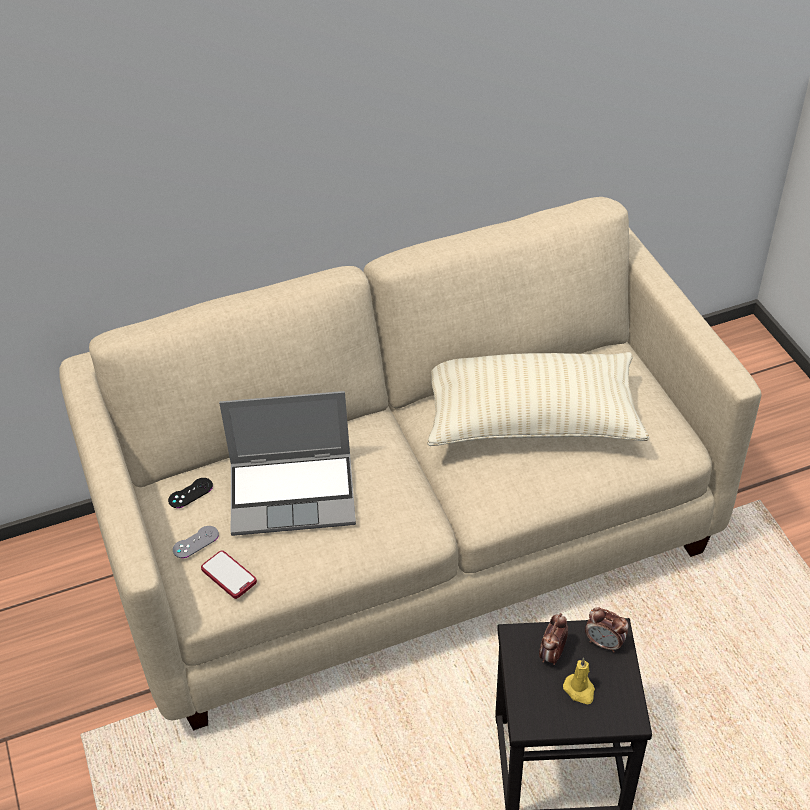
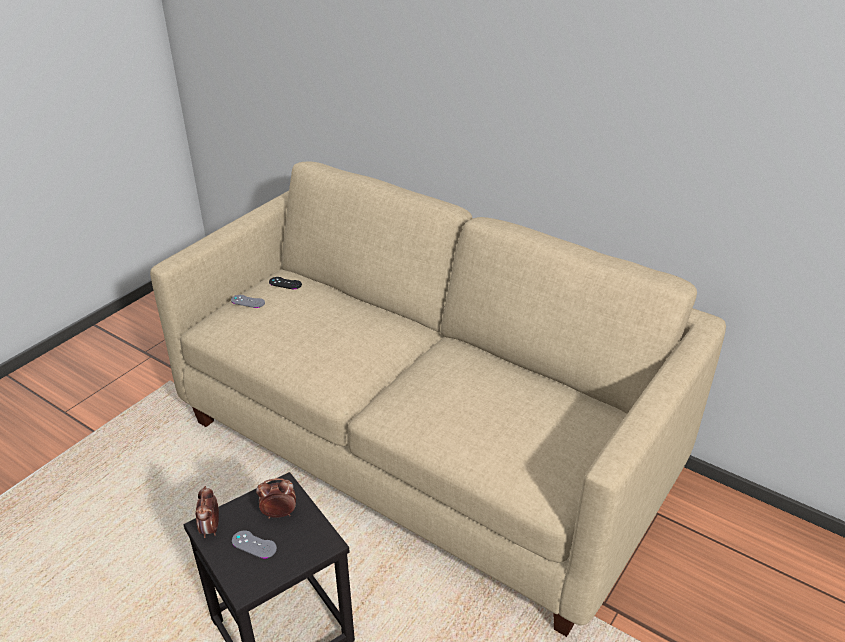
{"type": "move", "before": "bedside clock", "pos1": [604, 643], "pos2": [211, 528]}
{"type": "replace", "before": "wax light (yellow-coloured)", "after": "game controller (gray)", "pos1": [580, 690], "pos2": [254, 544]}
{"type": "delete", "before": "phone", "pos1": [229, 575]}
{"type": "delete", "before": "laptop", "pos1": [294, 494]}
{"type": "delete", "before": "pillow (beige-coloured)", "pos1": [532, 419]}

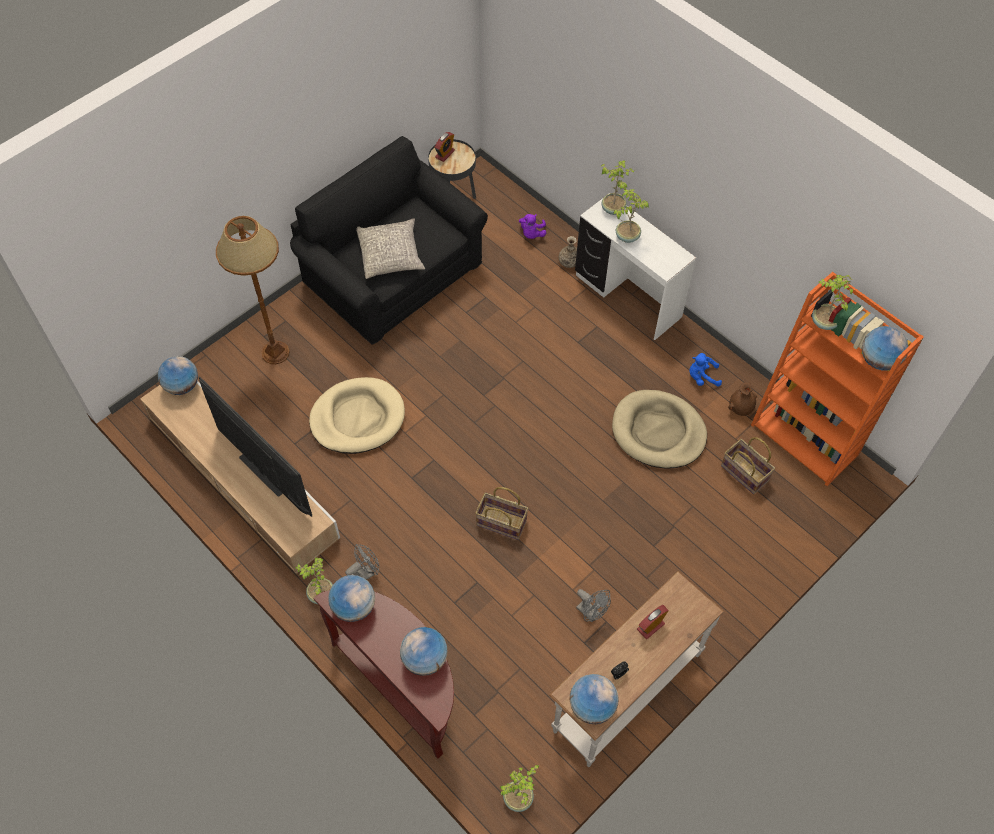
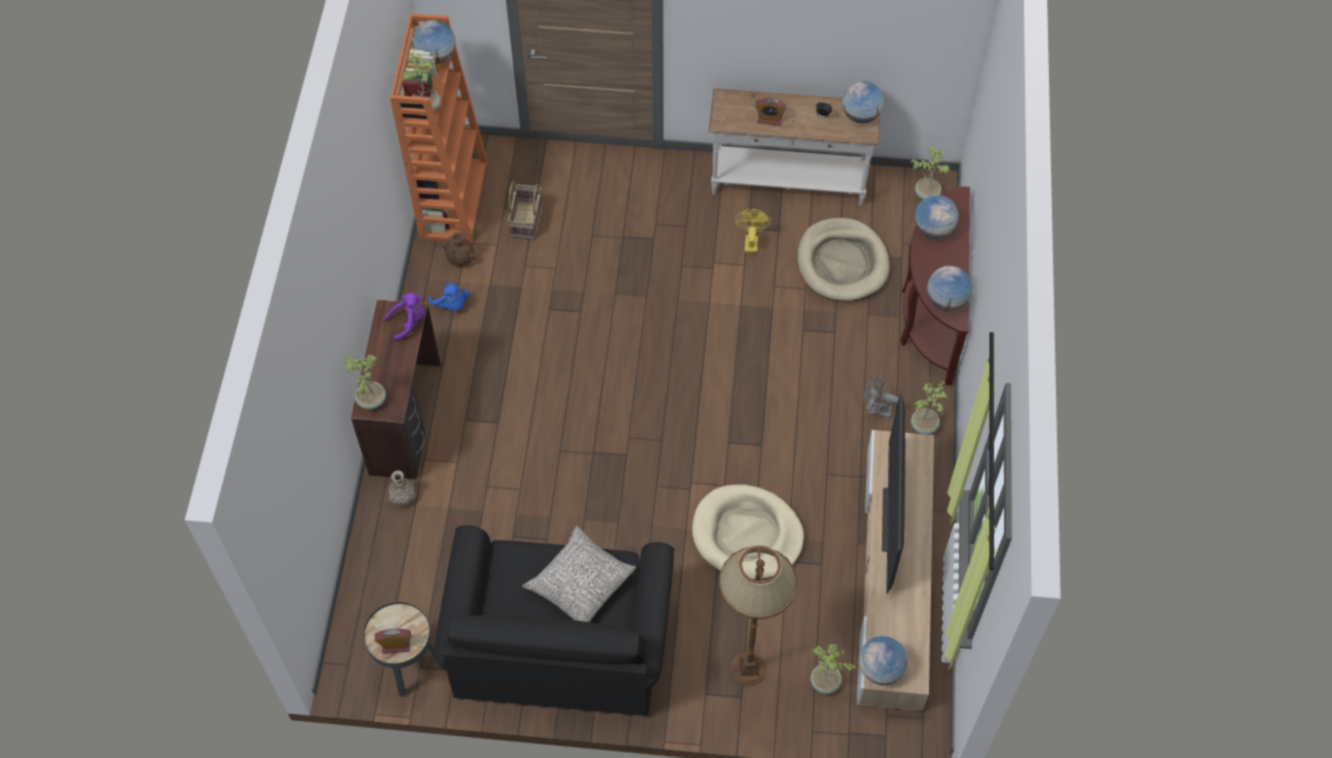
{"type": "recolor", "before": "desk (white)", "after": "desk (brown)", "pos1": [627, 297], "pos2": [406, 419]}
{"type": "move", "before": "plush toy (purple-coloured)", "pos1": [531, 234], "pos2": [409, 322]}
{"type": "recolor", "before": "fan (gray)", "after": "fan (yellow-coloured)", "pos1": [591, 613], "pos2": [751, 241]}
{"type": "move", "before": "pet bed (beige-coloured)", "pos1": [658, 432], "pos2": [842, 263]}
{"type": "move", "before": "potted plant", "pos1": [626, 236], "pos2": [825, 683]}
{"type": "delete", "before": "storage basket", "pos1": [501, 523]}

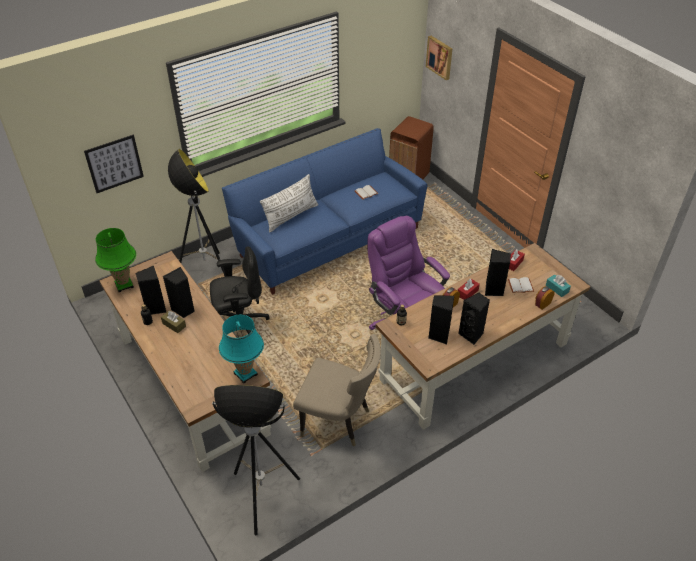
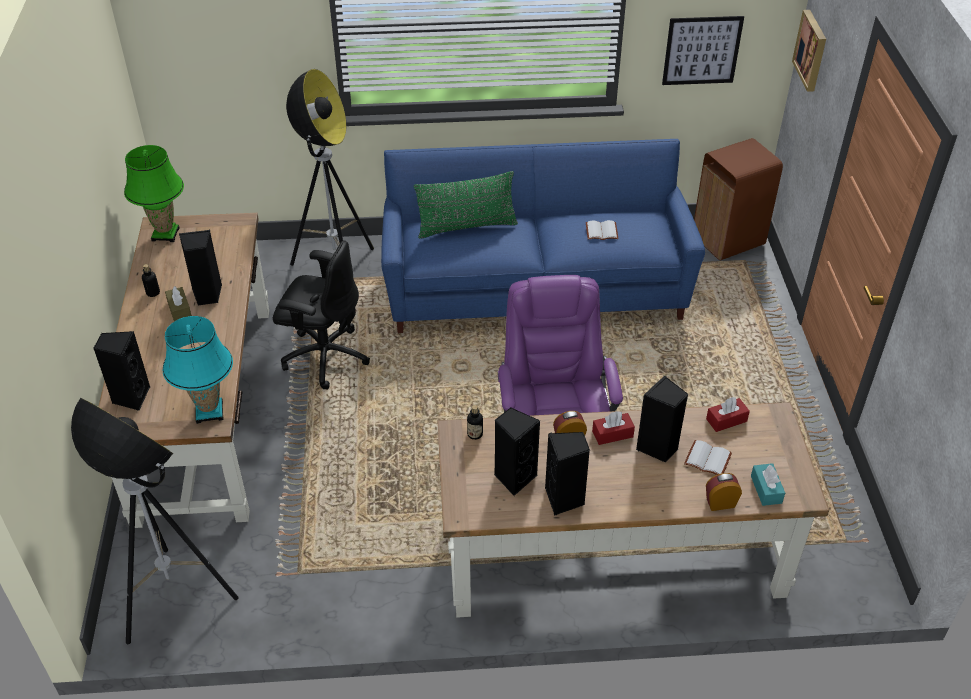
{"type": "move", "before": "loudspeaker (blackish)", "pos1": [155, 308], "pos2": [131, 397]}
{"type": "recolor", "before": "pillow (white)", "after": "pillow (green-coloured)", "pos1": [291, 216], "pos2": [466, 227]}
{"type": "move", "before": "wall art", "pos1": [114, 163], "pos2": [702, 50]}
{"type": "delete", "before": "upright chair (beige-coloured)", "pos1": [339, 421]}

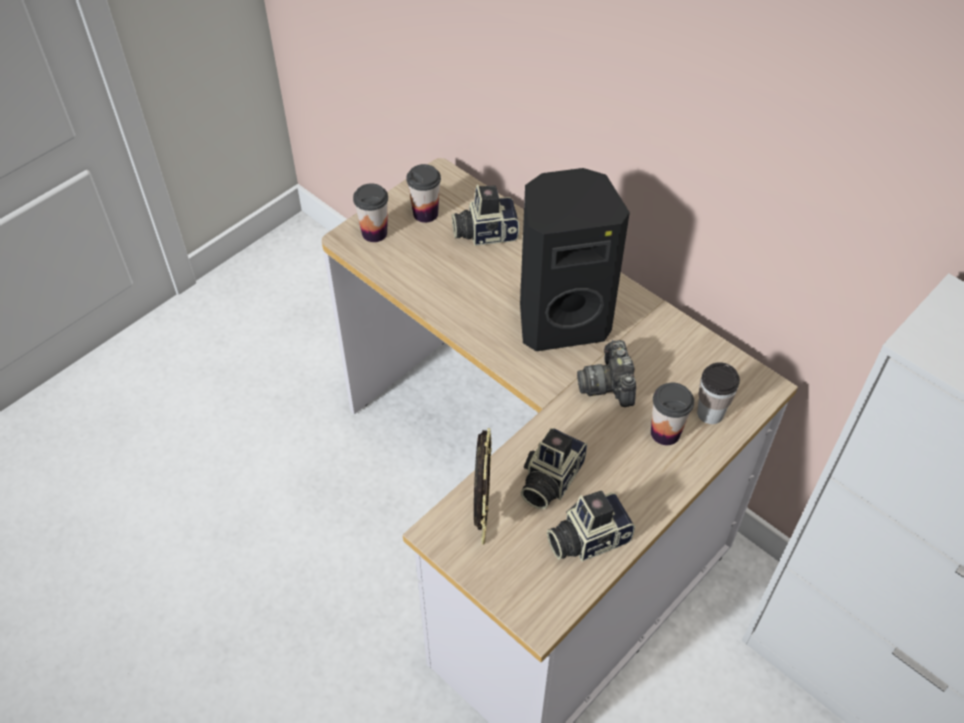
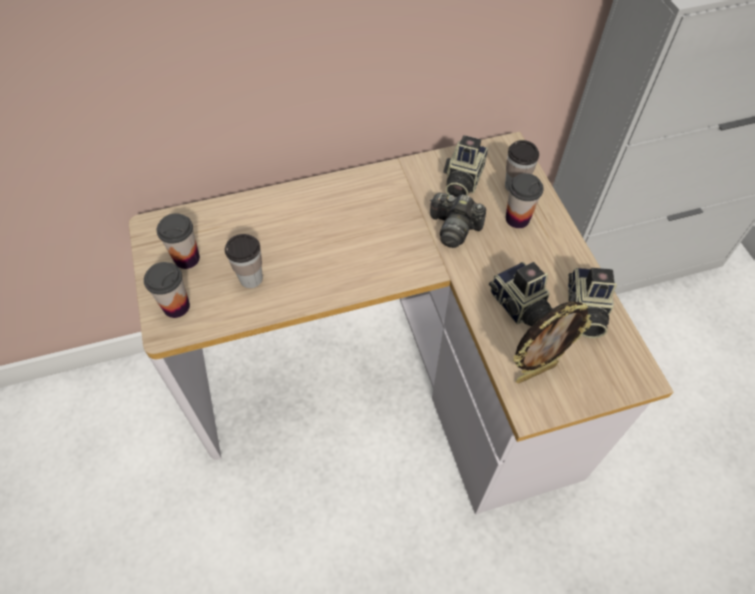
{"type": "insert", "after": "drinking cup", "pos2": [251, 278]}
{"type": "move", "before": "photo camera", "pos1": [485, 232], "pos2": [461, 181]}
{"type": "rotate", "before": "photo frame", "pos1": [482, 521], "pos2": [535, 371], "turn": 120}
{"type": "delete", "before": "loudspeaker (blackish)", "pos1": [561, 320]}

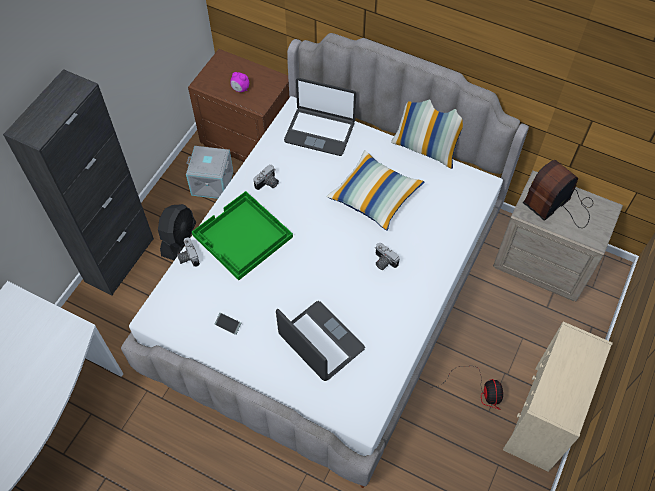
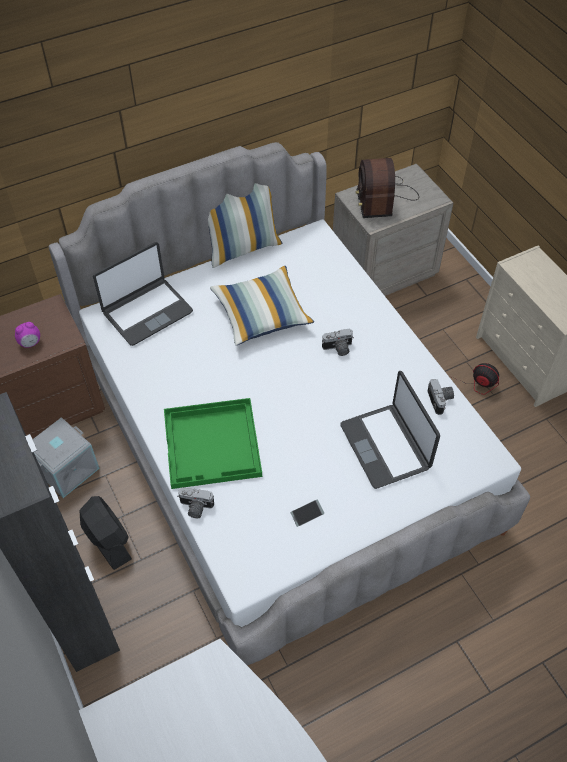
{"type": "rotate", "before": "laptop", "pos1": [320, 342], "pos2": [386, 446], "turn": -105}
{"type": "move", "before": "photo camera", "pos1": [268, 184], "pos2": [441, 400]}

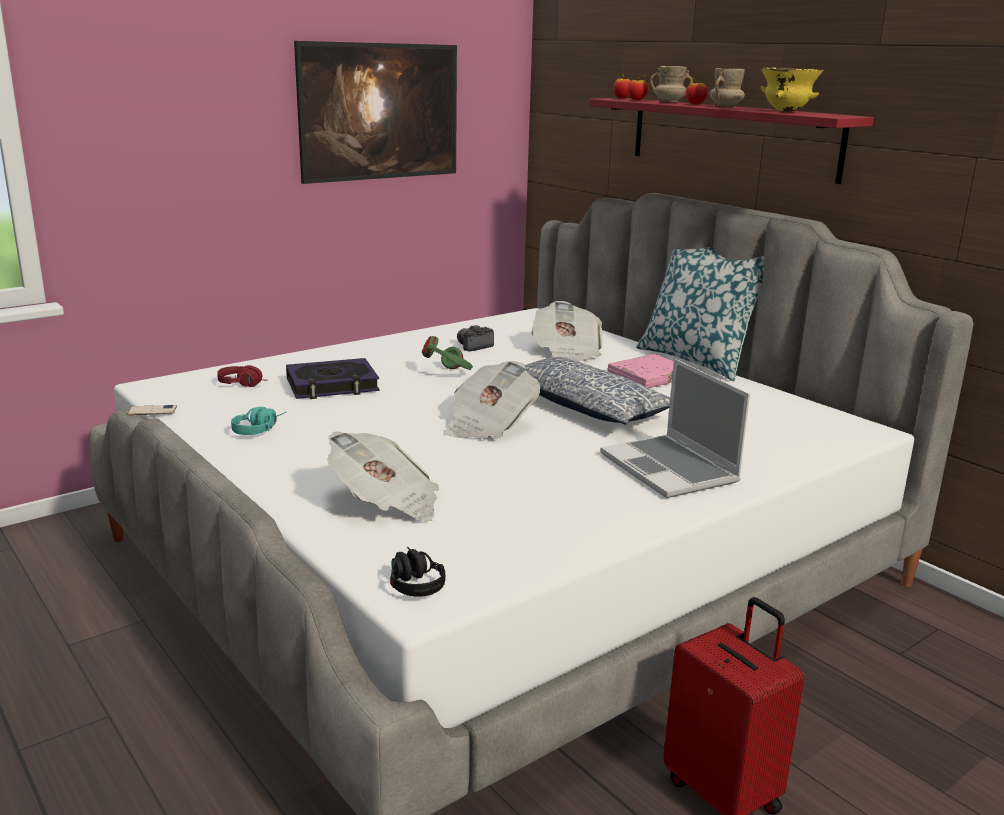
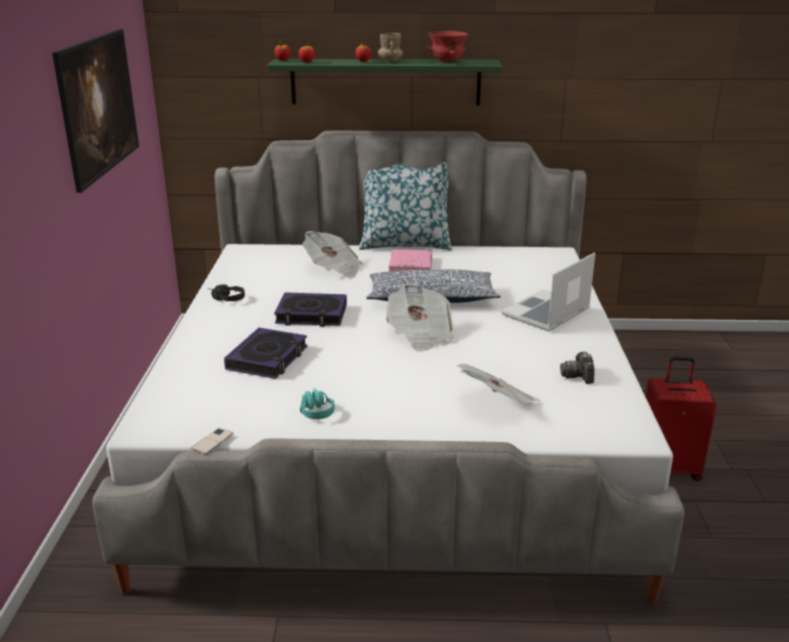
{"type": "move", "before": "headset (blackish)", "pos1": [412, 581], "pos2": [225, 299]}
{"type": "recolor", "before": "bracket shelf (red-coloured)", "after": "bracket shelf (green-coloured)", "pos1": [731, 137], "pos2": [385, 82]}
{"type": "replace", "before": "headset (green-coloured)", "after": "bound book", "pos1": [449, 374], "pos2": [311, 315]}
{"type": "recolor", "before": "bowl (yellow-coloured)", "after": "bowl (red-coloured)", "pos1": [785, 111], "pos2": [447, 62]}
{"type": "rotate", "before": "laptop", "pos1": [671, 469], "pos2": [546, 313], "turn": 120}
{"type": "move", "before": "photo camera", "pos1": [474, 346], "pos2": [578, 376]}
{"type": "delete", "before": "headset (red-coloured)", "pos1": [245, 384]}
{"type": "delete", "before": "coffee mug (beige-coloured)", "pos1": [669, 102]}

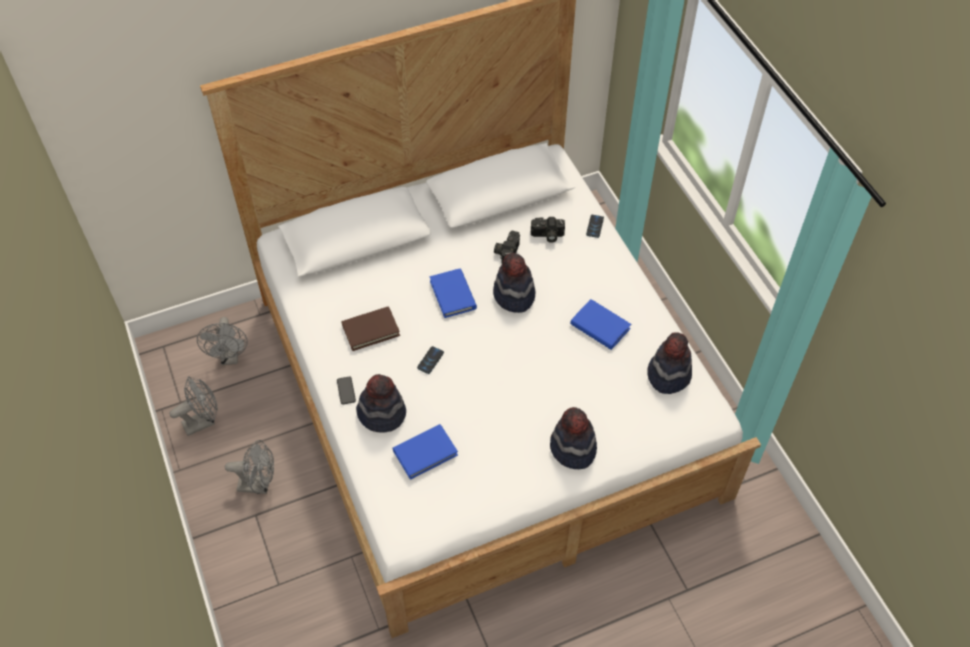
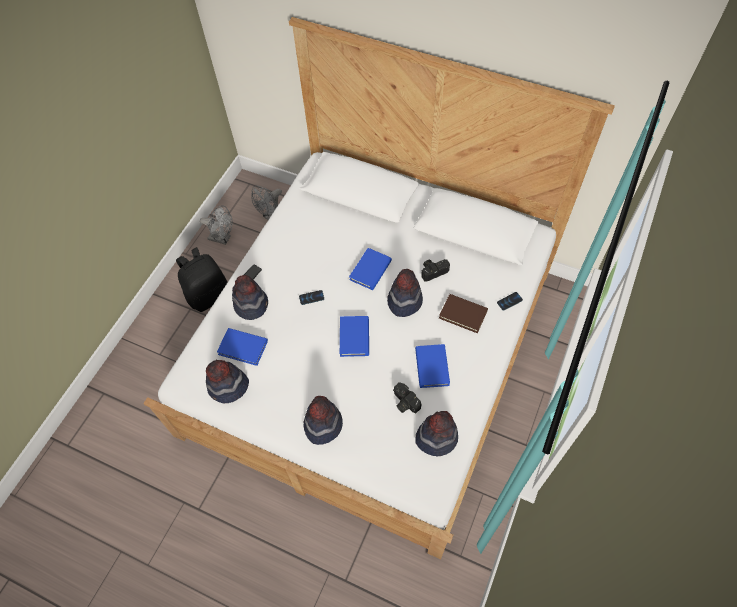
{"type": "replace", "before": "fan (gray)", "after": "backpack (blackish)", "pos1": [259, 485], "pos2": [209, 295]}
{"type": "insert", "after": "hat", "pos2": [228, 387]}
{"type": "insert", "after": "bound book (blue)", "pos2": [354, 337]}
{"type": "move", "before": "photo camera", "pos1": [547, 235], "pos2": [404, 402]}
{"type": "move", "before": "bound book (brown)", "pos1": [371, 330], "pos2": [463, 314]}

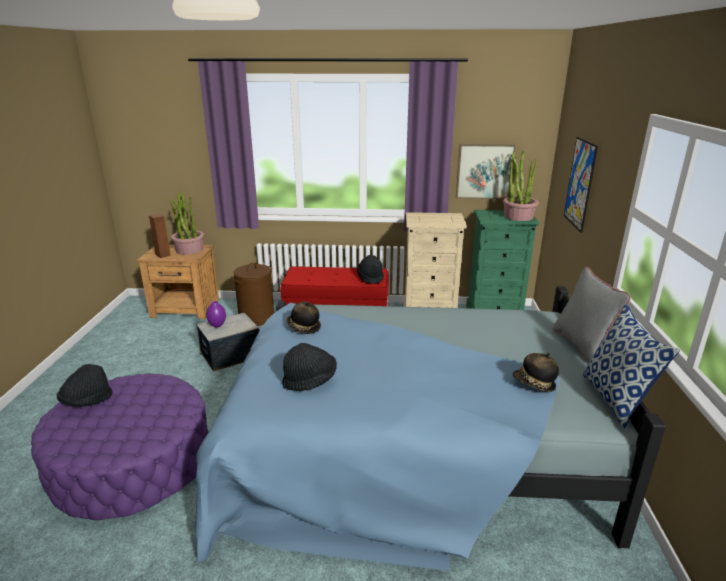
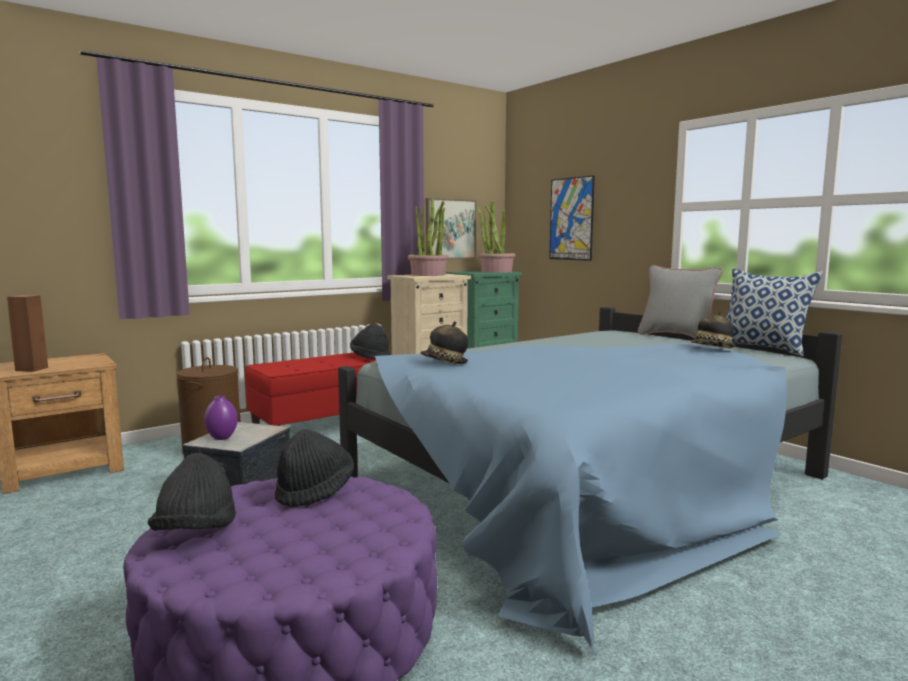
{"type": "move", "before": "hat (blackish)", "pos1": [310, 381], "pos2": [315, 492]}
{"type": "move", "before": "potted plant", "pos1": [189, 250], "pos2": [428, 275]}

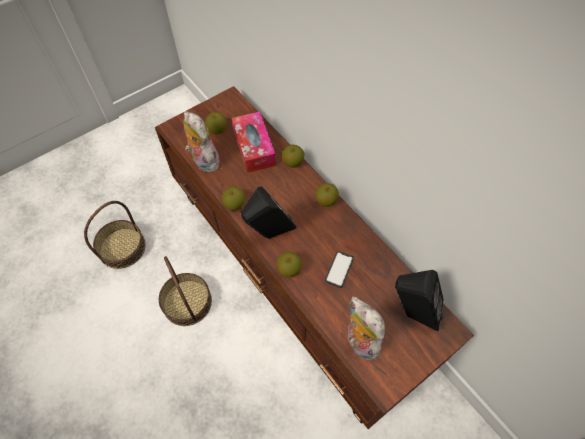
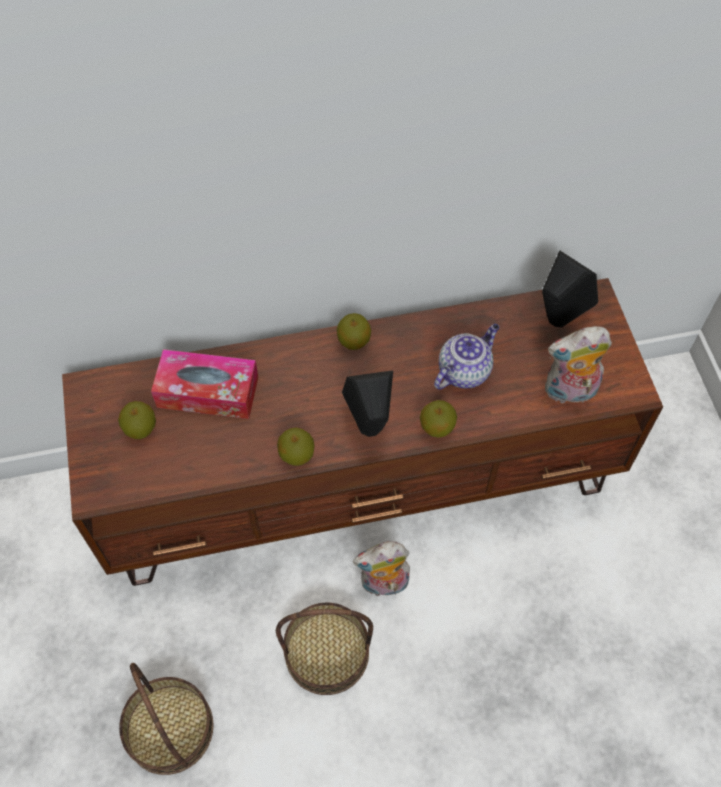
{"type": "move", "before": "plush toy", "pos1": [203, 160], "pos2": [384, 584]}
{"type": "replace", "before": "phone", "after": "teapot", "pos1": [339, 269], "pos2": [464, 371]}
{"type": "delete", "before": "apple", "pos1": [293, 162]}

